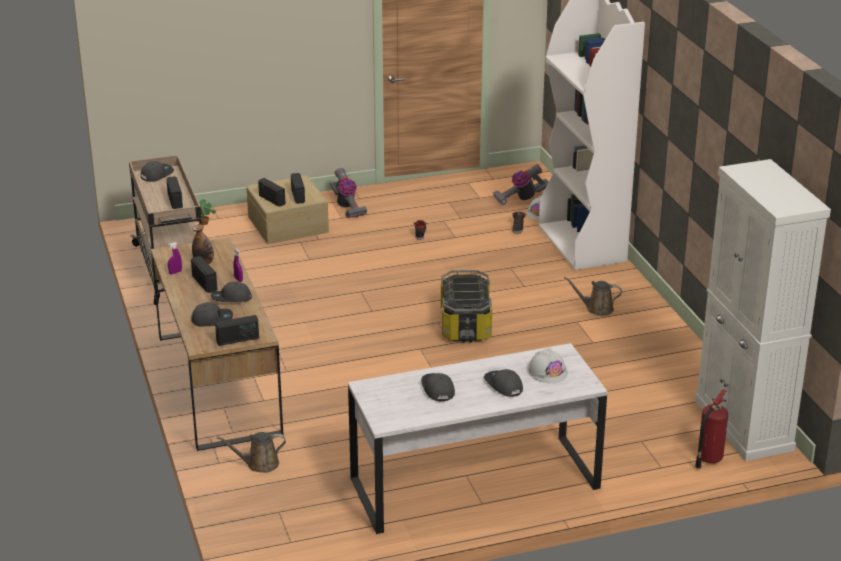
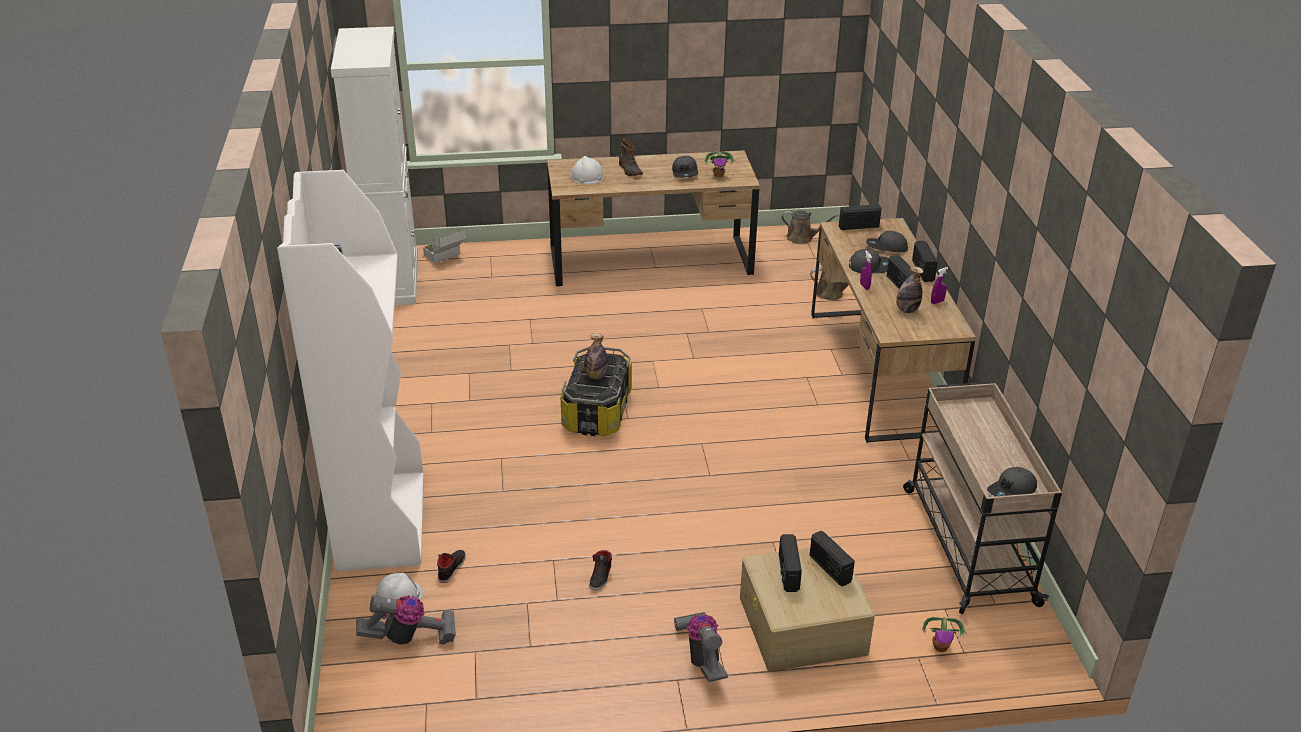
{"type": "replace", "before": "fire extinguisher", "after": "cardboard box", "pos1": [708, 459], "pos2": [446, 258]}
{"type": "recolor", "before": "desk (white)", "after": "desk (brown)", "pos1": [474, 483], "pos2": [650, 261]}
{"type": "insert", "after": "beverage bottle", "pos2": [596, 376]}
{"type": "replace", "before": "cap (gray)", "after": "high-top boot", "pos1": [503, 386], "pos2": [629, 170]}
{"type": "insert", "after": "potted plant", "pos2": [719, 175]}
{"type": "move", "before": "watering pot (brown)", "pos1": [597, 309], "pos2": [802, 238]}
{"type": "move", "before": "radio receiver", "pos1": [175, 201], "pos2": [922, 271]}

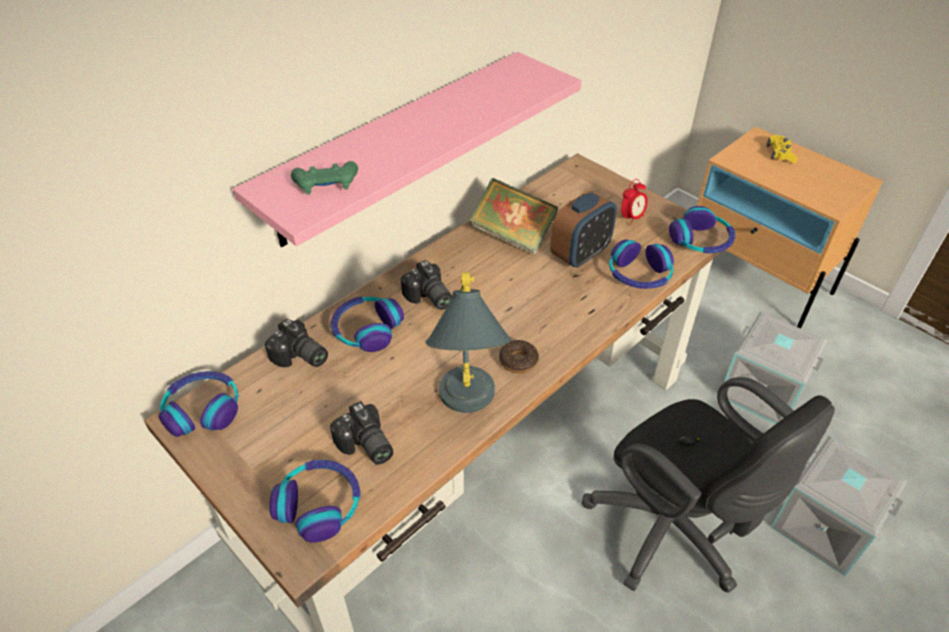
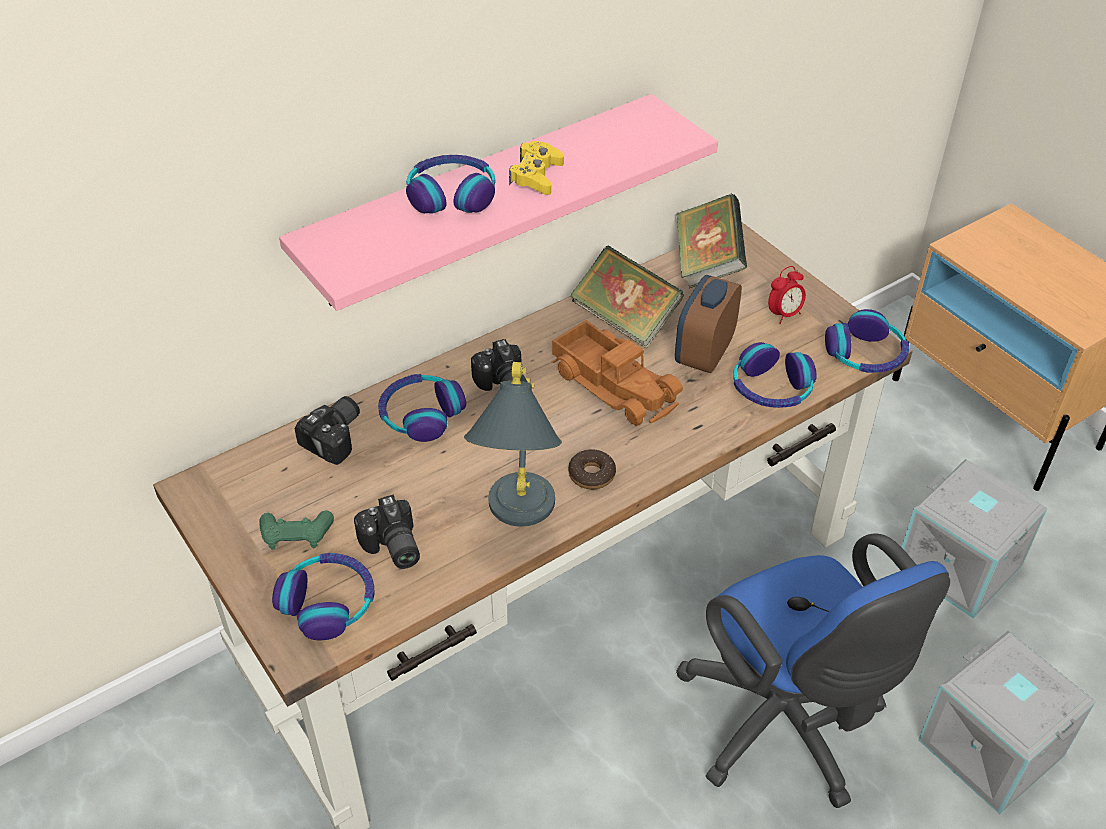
{"type": "move", "before": "game controller (green-coloured)", "pos1": [326, 185], "pos2": [296, 535]}
{"type": "rotate", "before": "photo camera", "pos1": [300, 357], "pos2": [337, 437], "turn": -105}
{"type": "move", "before": "headset", "pos1": [203, 409], "pos2": [452, 195]}
{"type": "move", "before": "game controller (yellow-coloured)", "pos1": [780, 153], "pos2": [536, 175]}
{"type": "insert", "after": "toy truck", "pos2": [615, 384]}
{"type": "rotate", "before": "bedside clock", "pos1": [580, 254], "pos2": [704, 354], "turn": 150}
{"type": "insert", "after": "bound book", "pos2": [707, 264]}
{"type": "recolor", "before": "desk chair (blackish)", "after": "desk chair (blue)", "pos1": [672, 534], "pos2": [785, 728]}

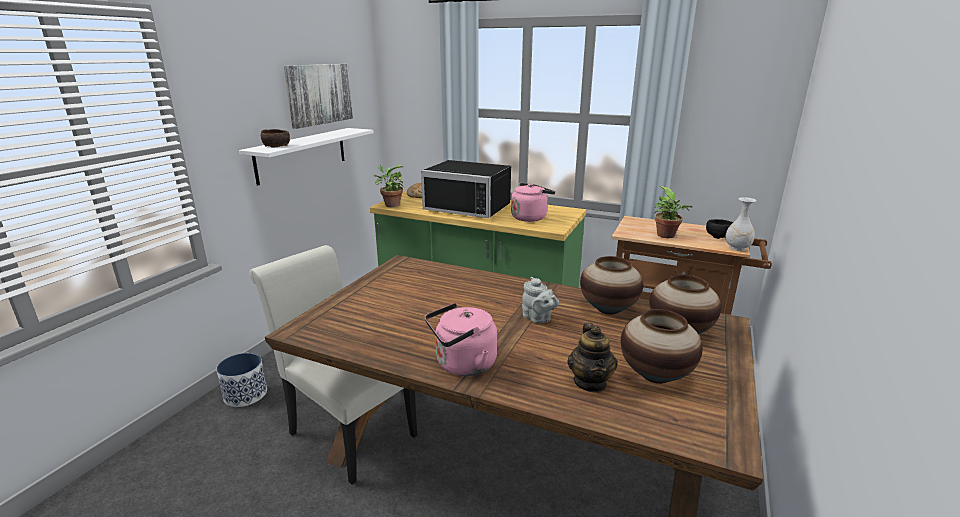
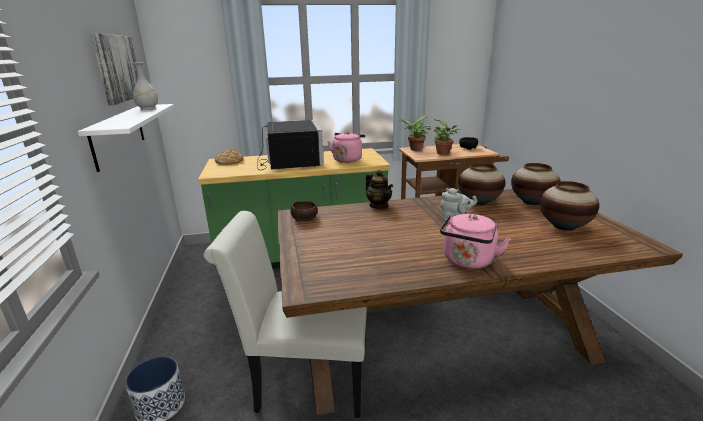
{"type": "move", "before": "decorative vase (white)", "pos1": [737, 248], "pos2": [147, 109]}
{"type": "rotate", "before": "microwave (blackish)", "pos1": [470, 207], "pos2": [290, 162], "turn": -90}
{"type": "move", "before": "bowl (brown)", "pos1": [277, 146], "pos2": [305, 218]}
{"type": "move", "before": "teapot", "pos1": [590, 382], "pos2": [378, 206]}
{"type": "move", "before": "potted plant", "pos1": [390, 205], "pos2": [414, 149]}

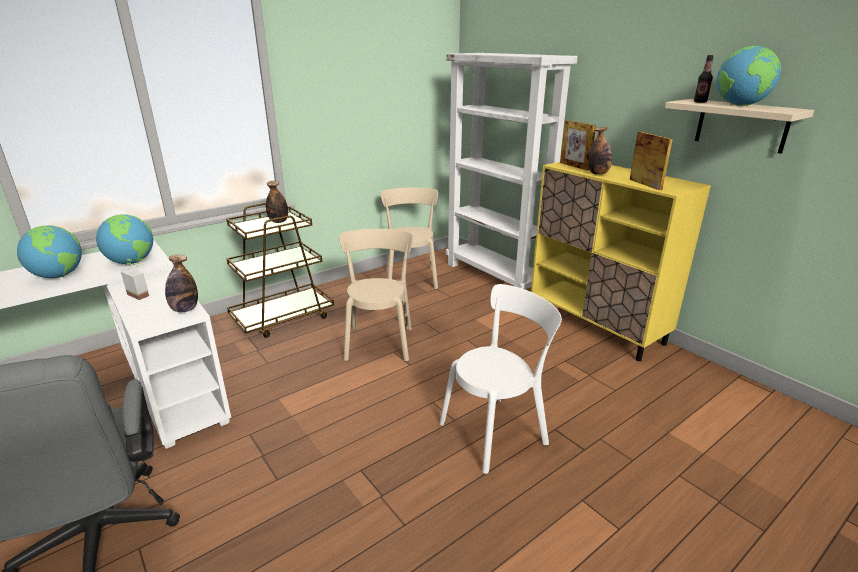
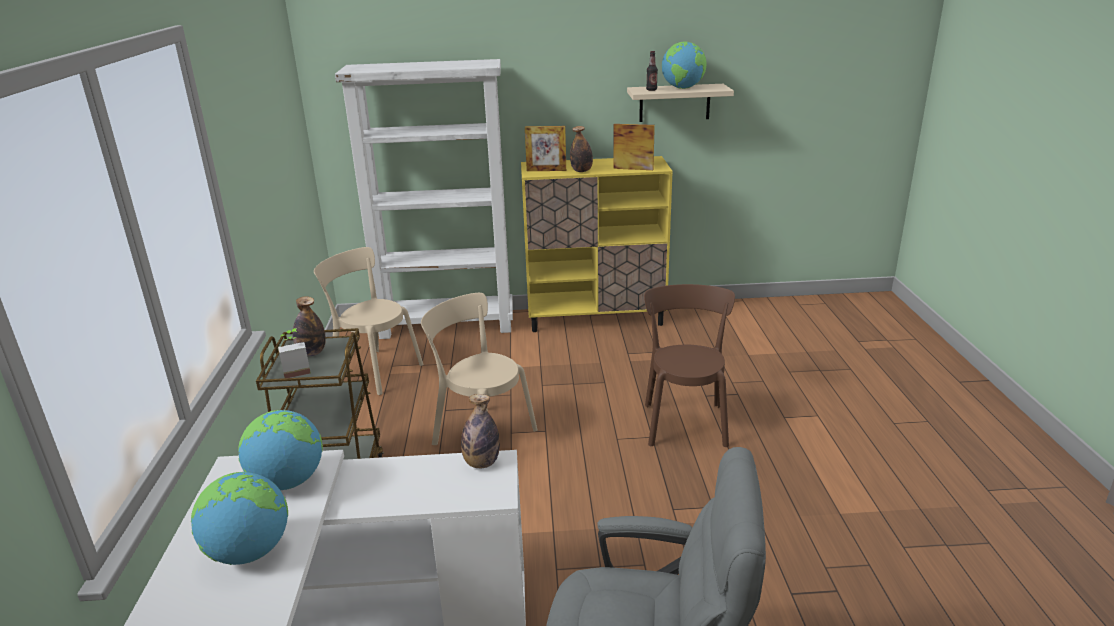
{"type": "move", "before": "potted plant", "pos1": [142, 293], "pos2": [296, 370]}
{"type": "recolor", "before": "upright chair (white)", "after": "upright chair (brown)", "pos1": [497, 431], "pos2": [685, 422]}

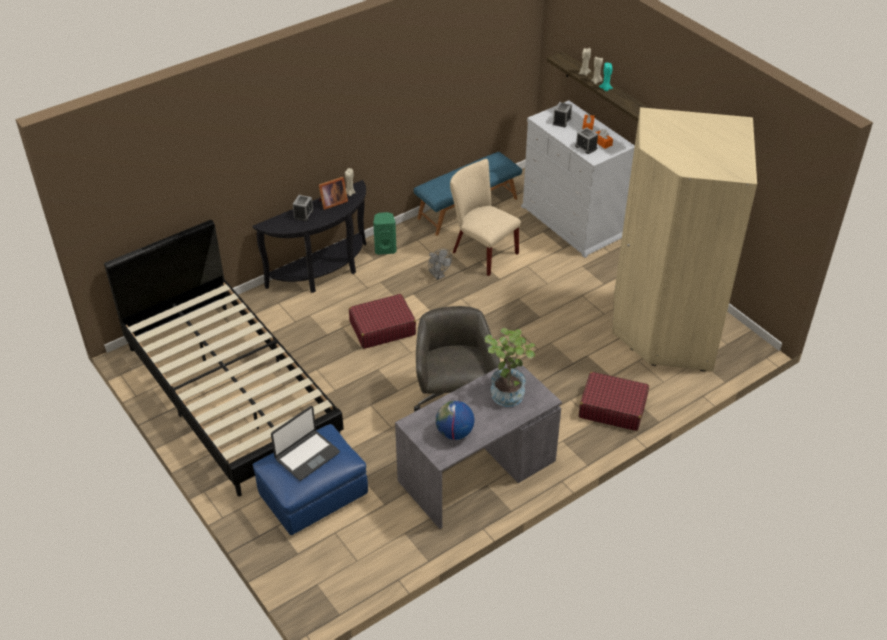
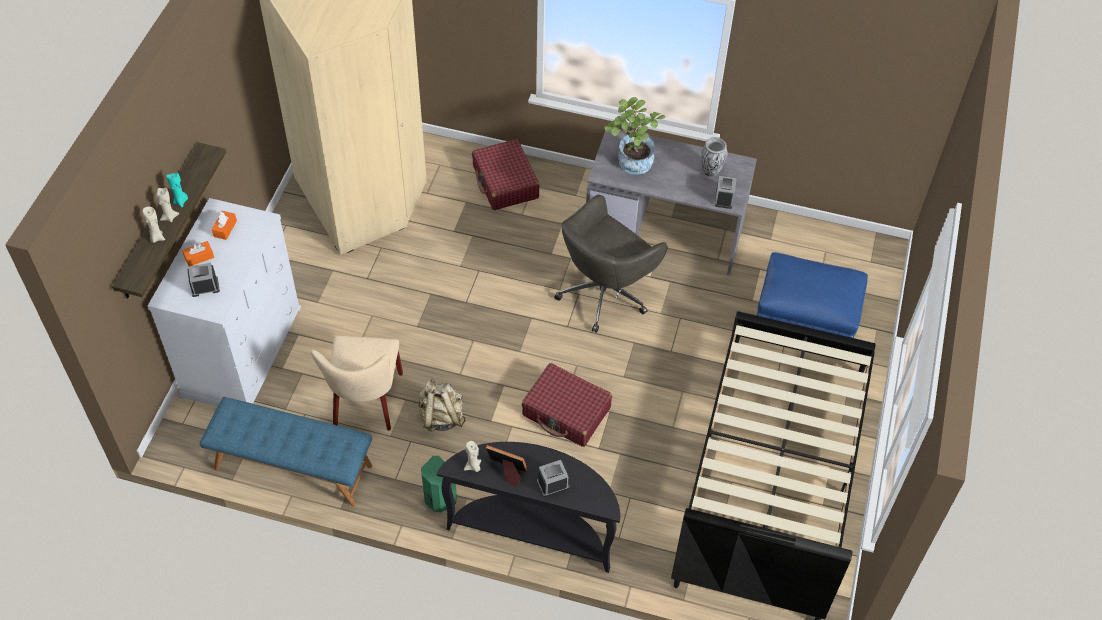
{"type": "replace", "before": "fan (gray)", "after": "backpack (beige-coloured)", "pos1": [438, 275], "pos2": [441, 417]}
{"type": "replace", "before": "world globe", "after": "decorative vase", "pos1": [454, 433], "pos2": [711, 171]}
{"type": "move", "before": "bedside clock", "pos1": [586, 147], "pos2": [724, 198]}
{"type": "delete", "before": "laptop", "pos1": [306, 455]}

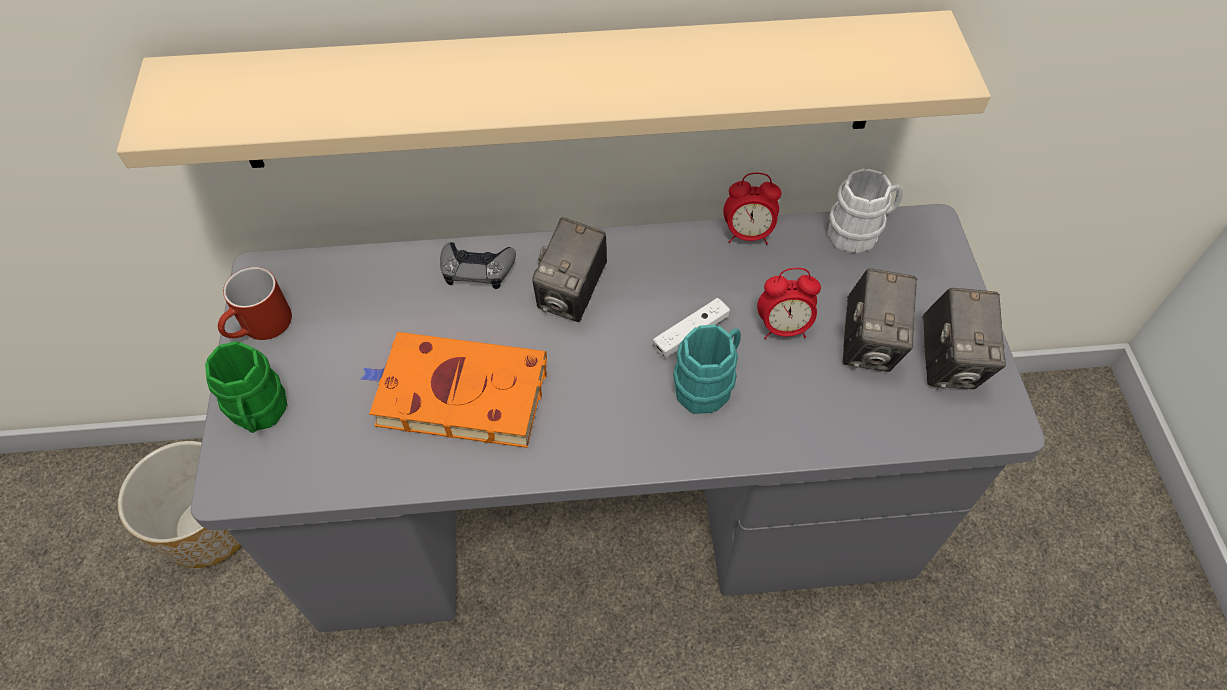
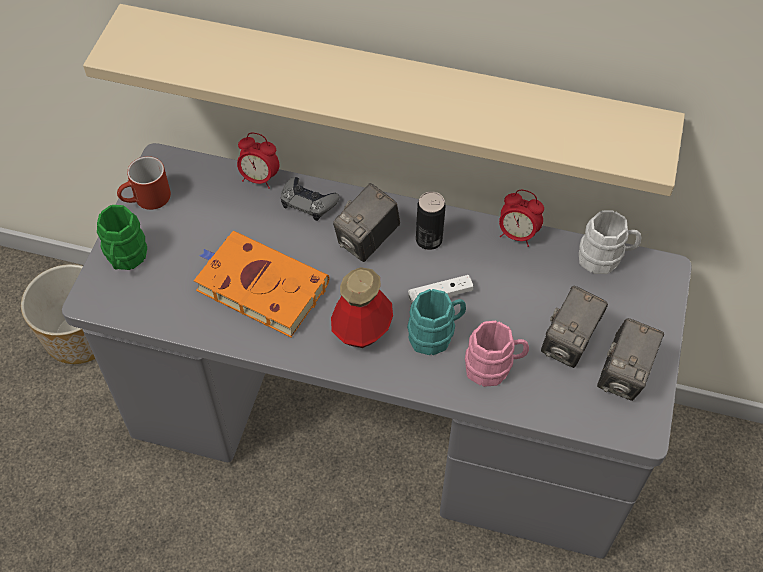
{"type": "move", "before": "bedside clock", "pos1": [783, 328], "pos2": [259, 178]}
{"type": "insert", "after": "beverage bottle", "pos2": [362, 330]}
{"type": "insert", "after": "can", "pos2": [429, 240]}
{"type": "insert", "after": "coffee mug (pink-coloured)", "pos2": [494, 367]}

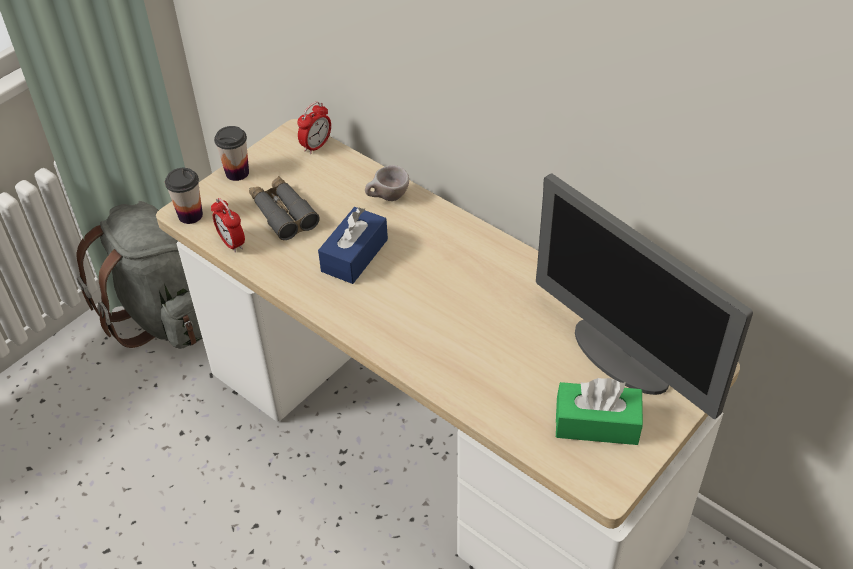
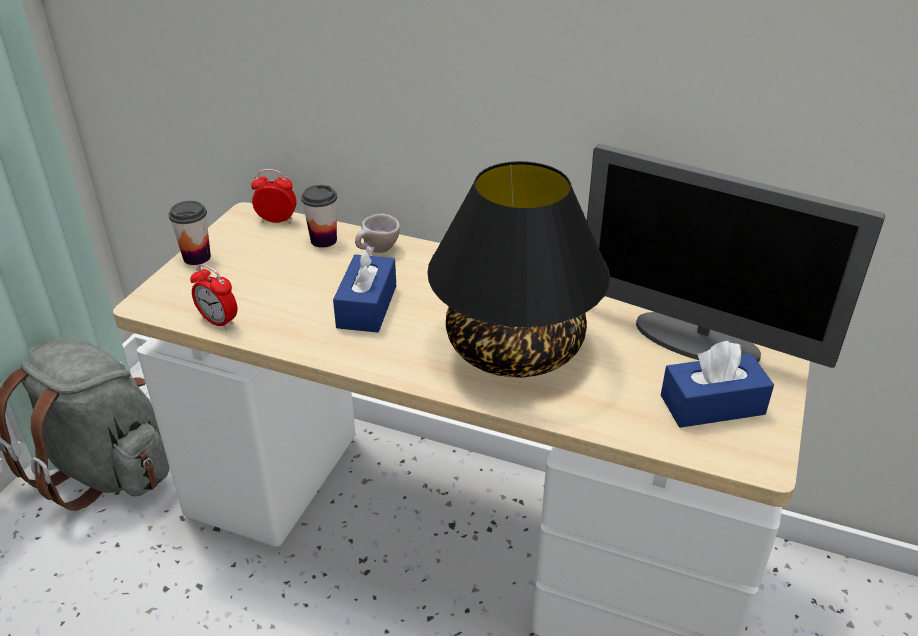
{"type": "rotate", "before": "bedside clock", "pos1": [316, 146], "pos2": [276, 220], "turn": -105}
{"type": "move", "before": "drinking cup", "pos1": [190, 215], "pos2": [323, 240]}
{"type": "insert", "after": "tabletop lamp (blackish)", "pos2": [515, 348]}
{"type": "recolor", "before": "tissue holder (green-coloured)", "after": "tissue holder (blue)", "pos1": [596, 424], "pos2": [712, 405]}
{"type": "delete", "before": "pair of binoculars (gray)", "pos1": [283, 213]}

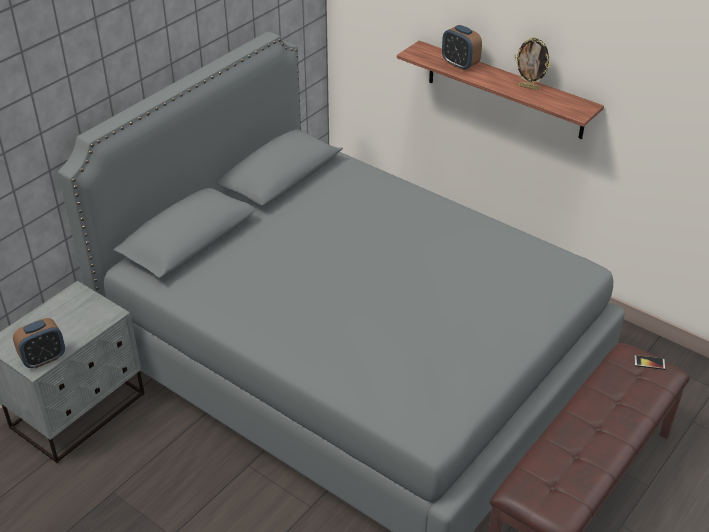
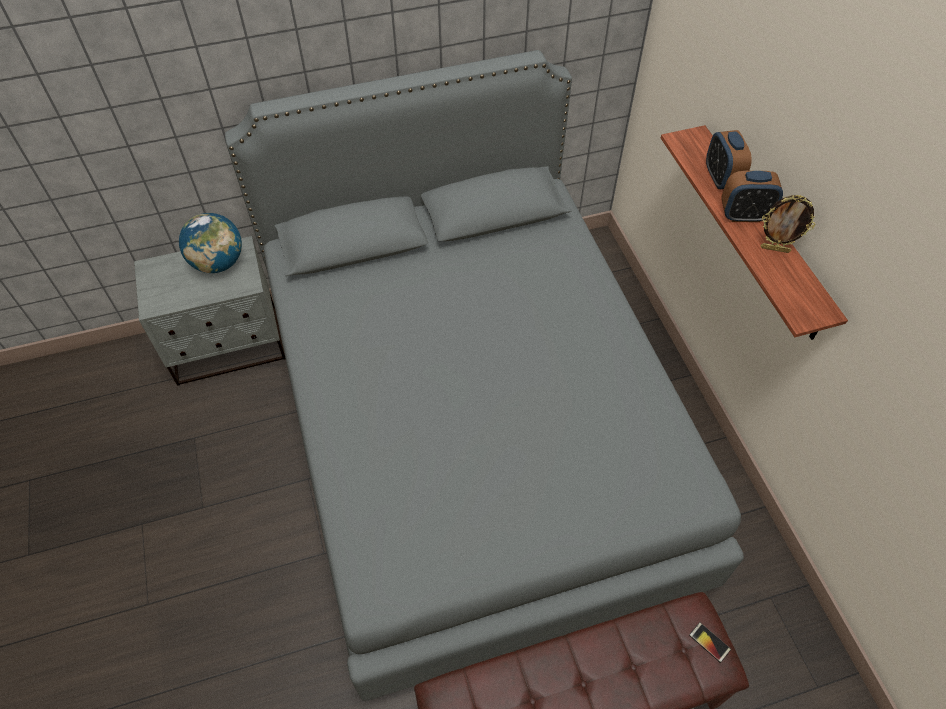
{"type": "insert", "after": "world globe", "pos2": [218, 263]}
{"type": "move", "before": "bedside clock", "pos1": [43, 359], "pos2": [744, 215]}
{"type": "rotate", "before": "photo frame", "pos1": [529, 87], "pos2": [775, 249], "turn": -45}

